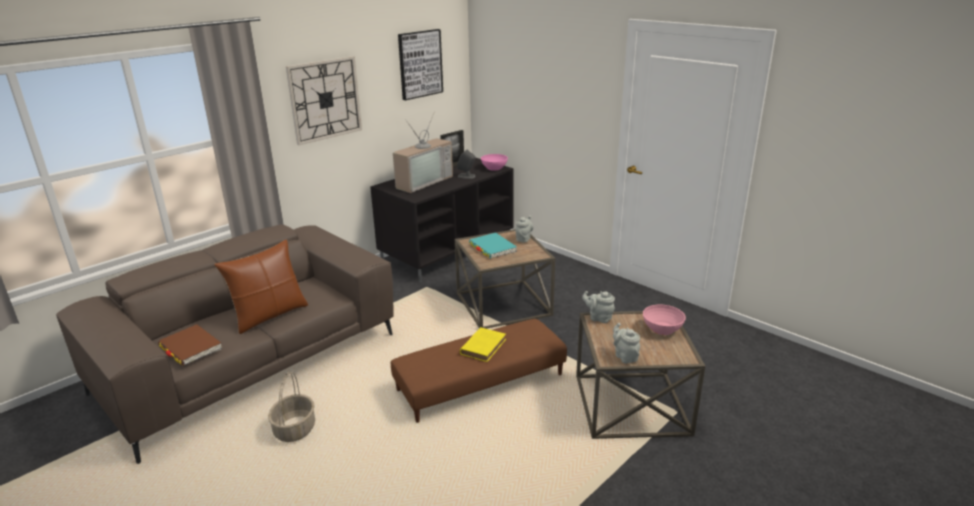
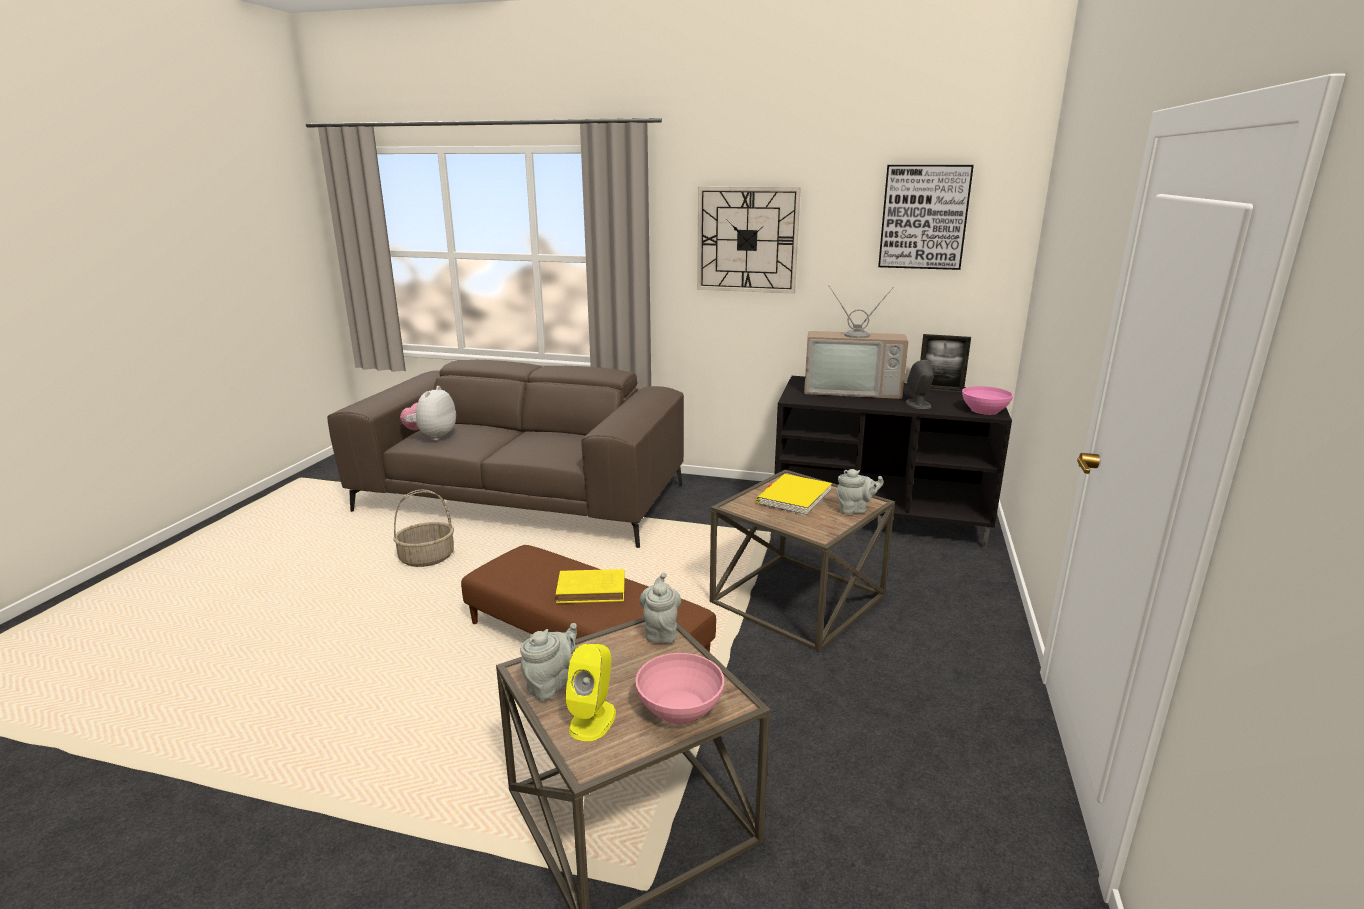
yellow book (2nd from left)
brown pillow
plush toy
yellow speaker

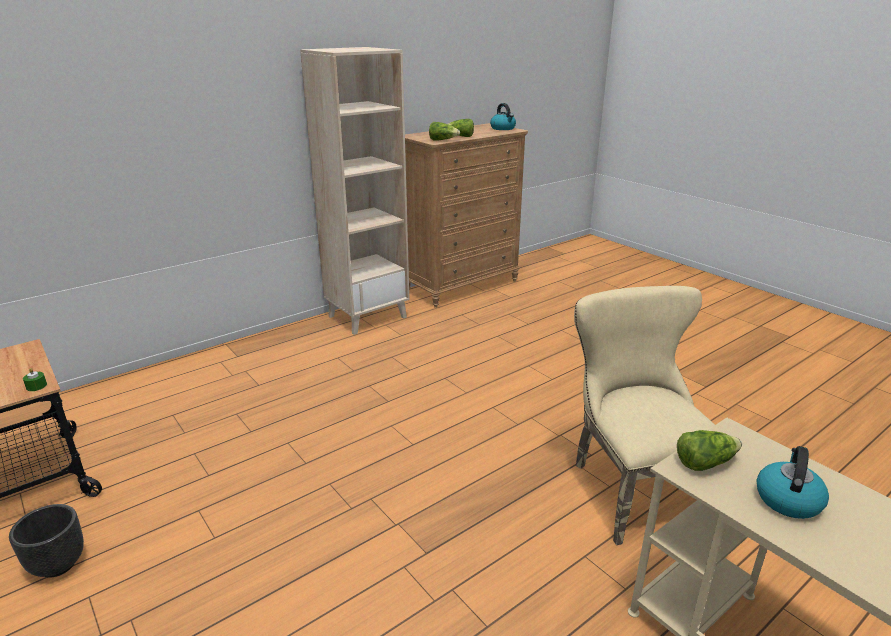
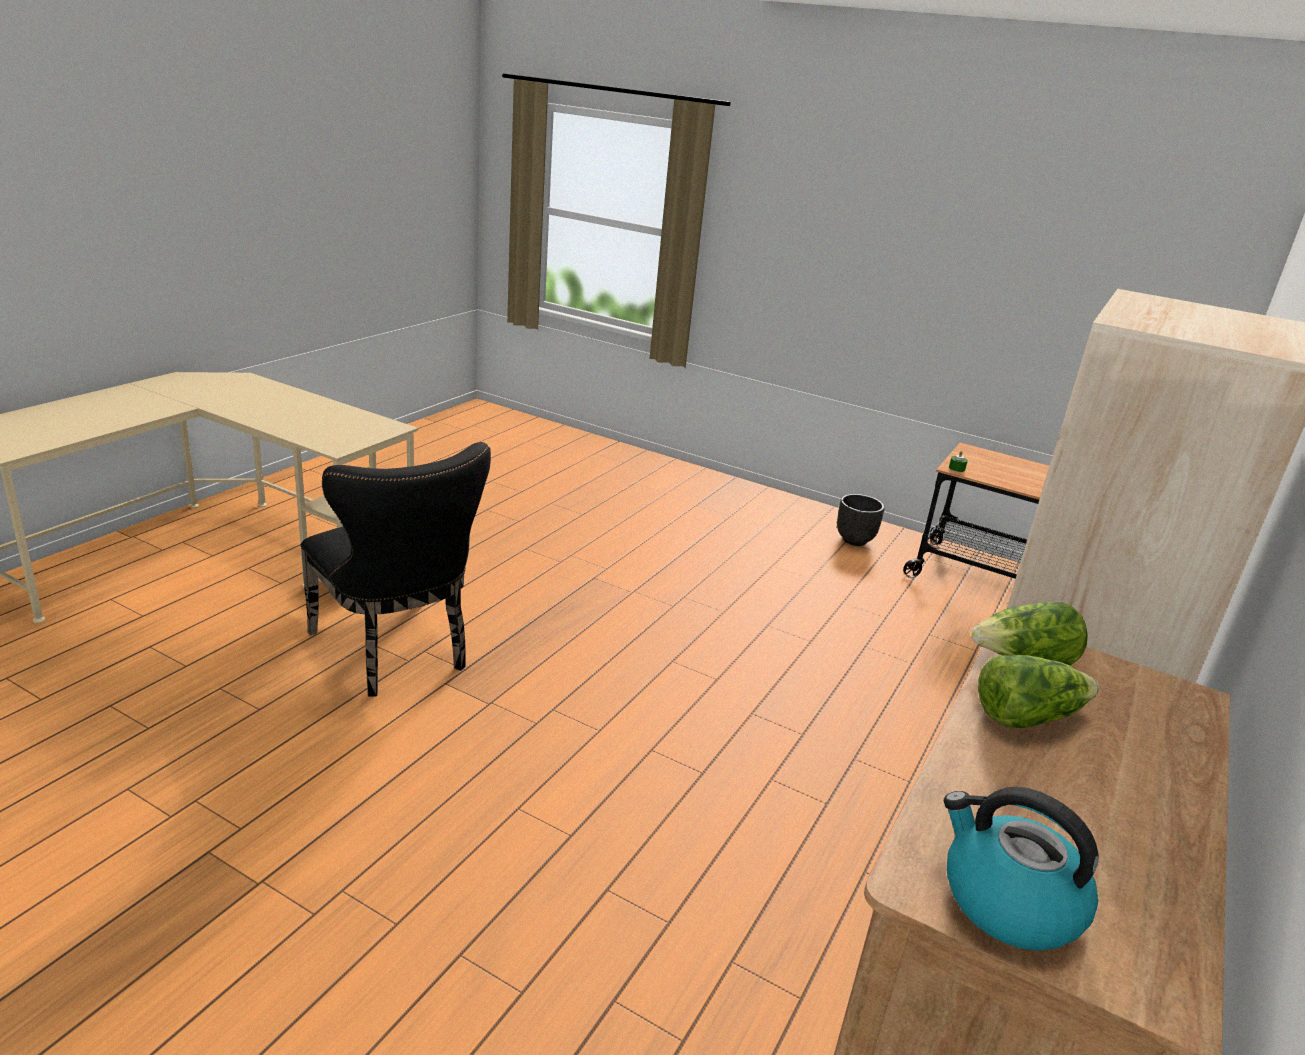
black chair
lettuce (3rd from left in the first image)
kettle (2nd from left in the first image)

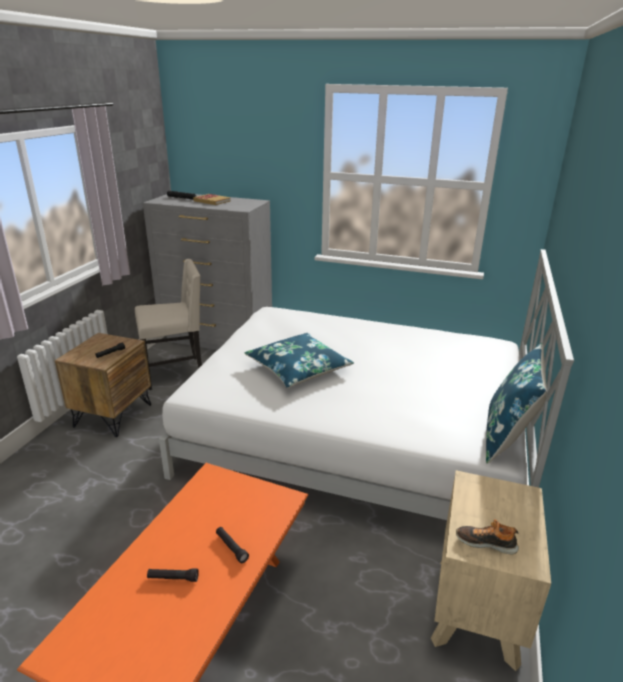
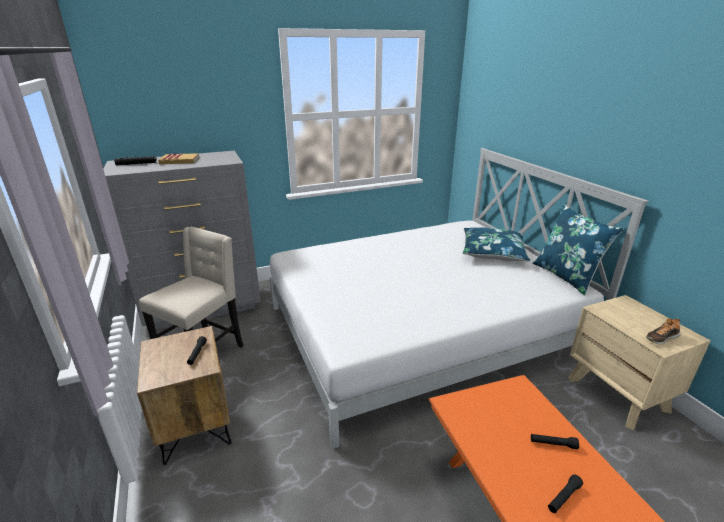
blue pillow (1st from left)

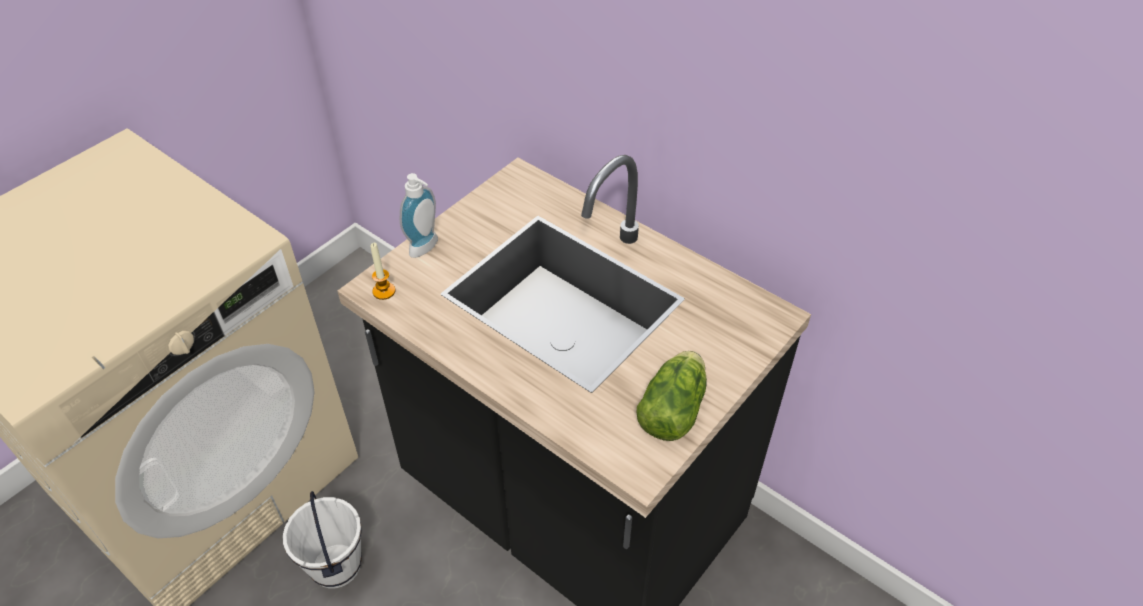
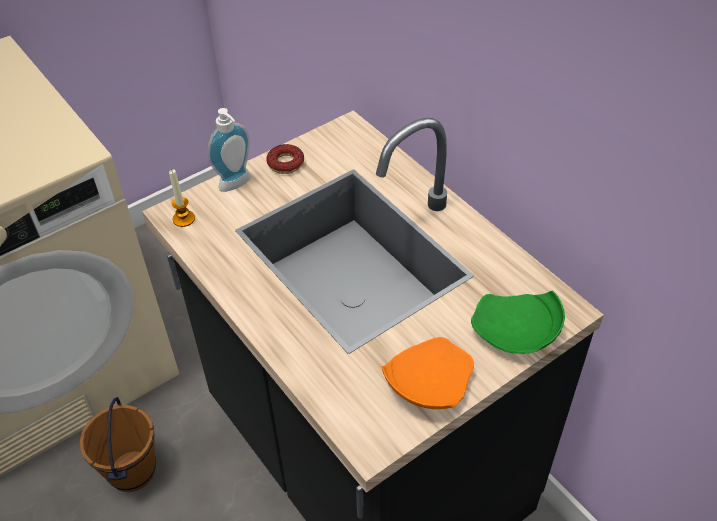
orange plate
brown bucket
donut
green plate

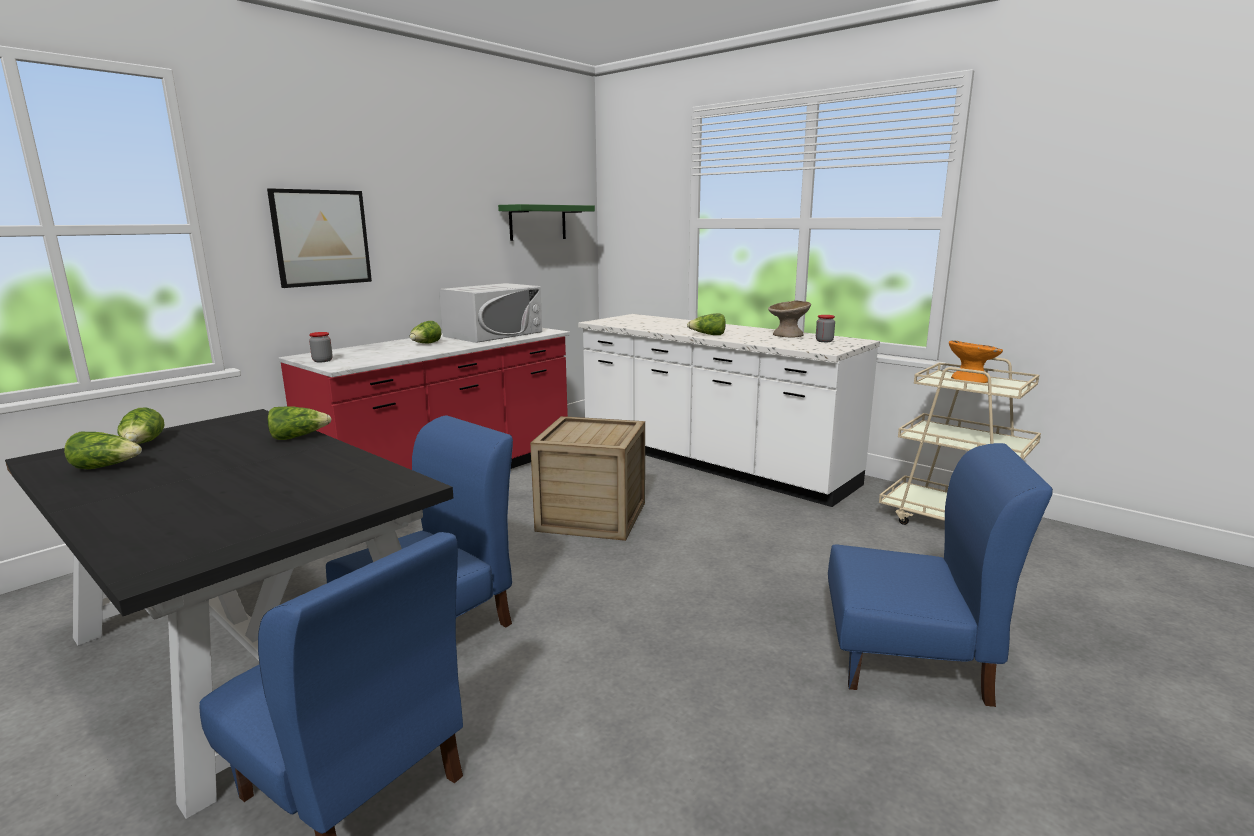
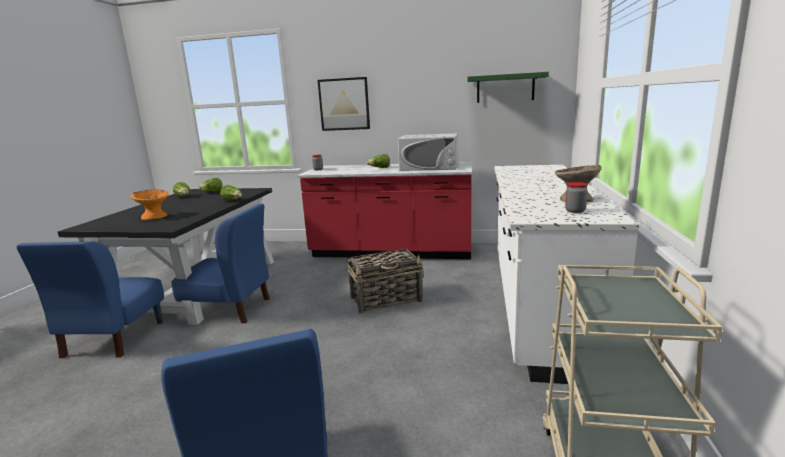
lettuce (5th from left in the first image)
orange bowl
basket

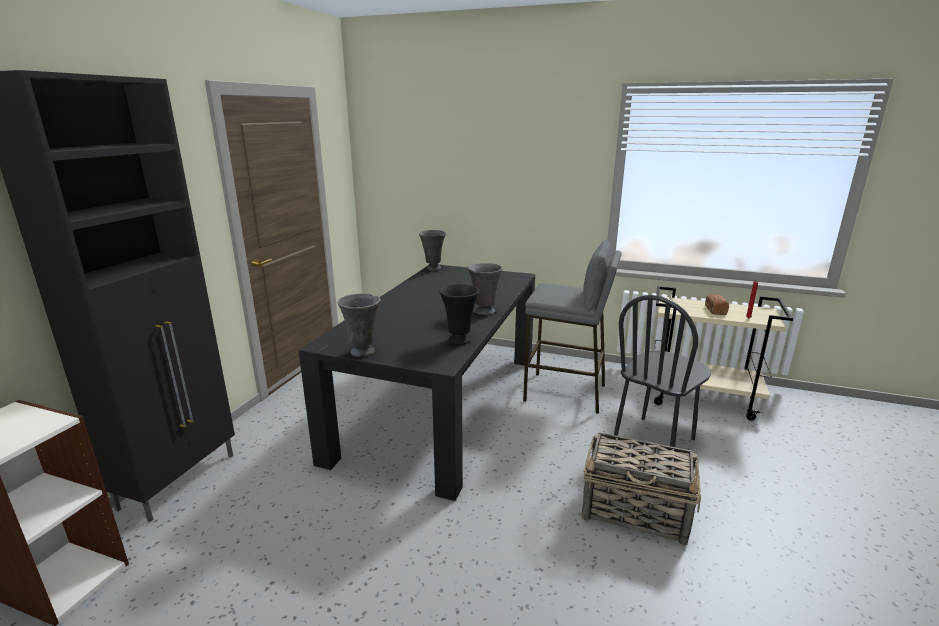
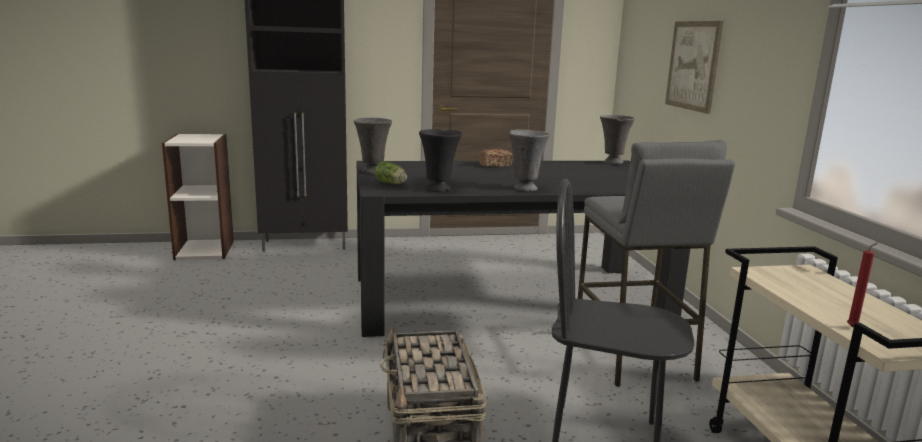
bread
picture
lettuce

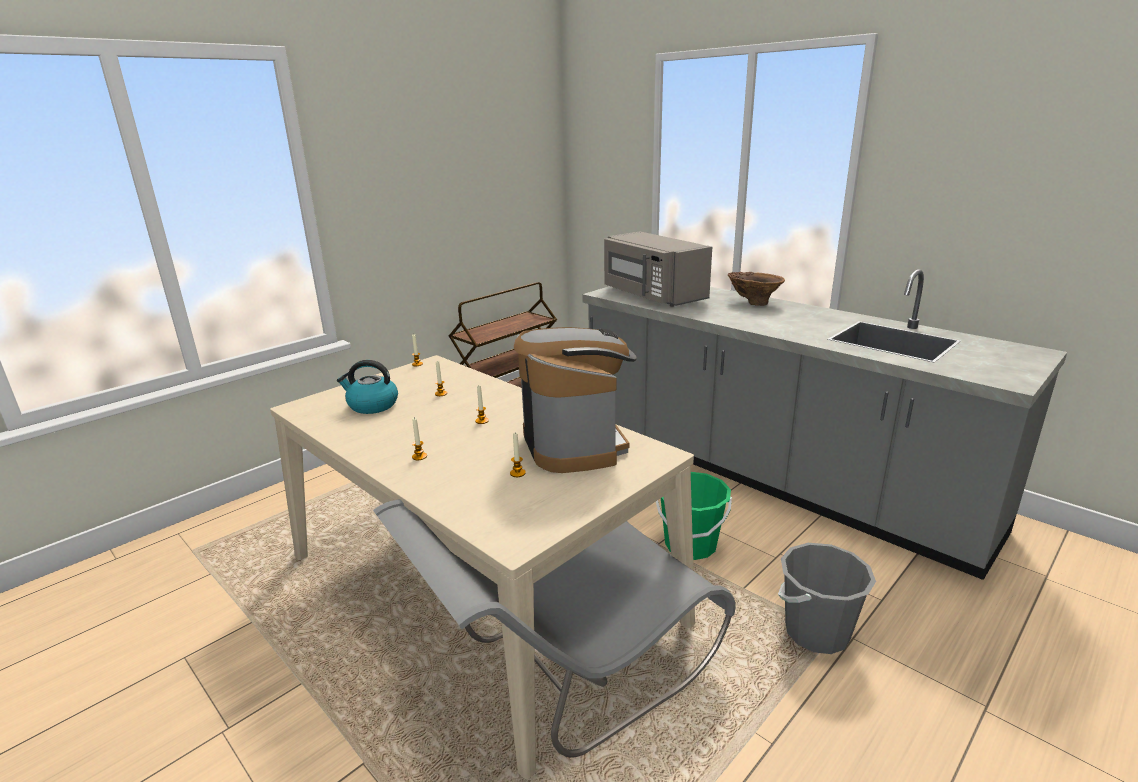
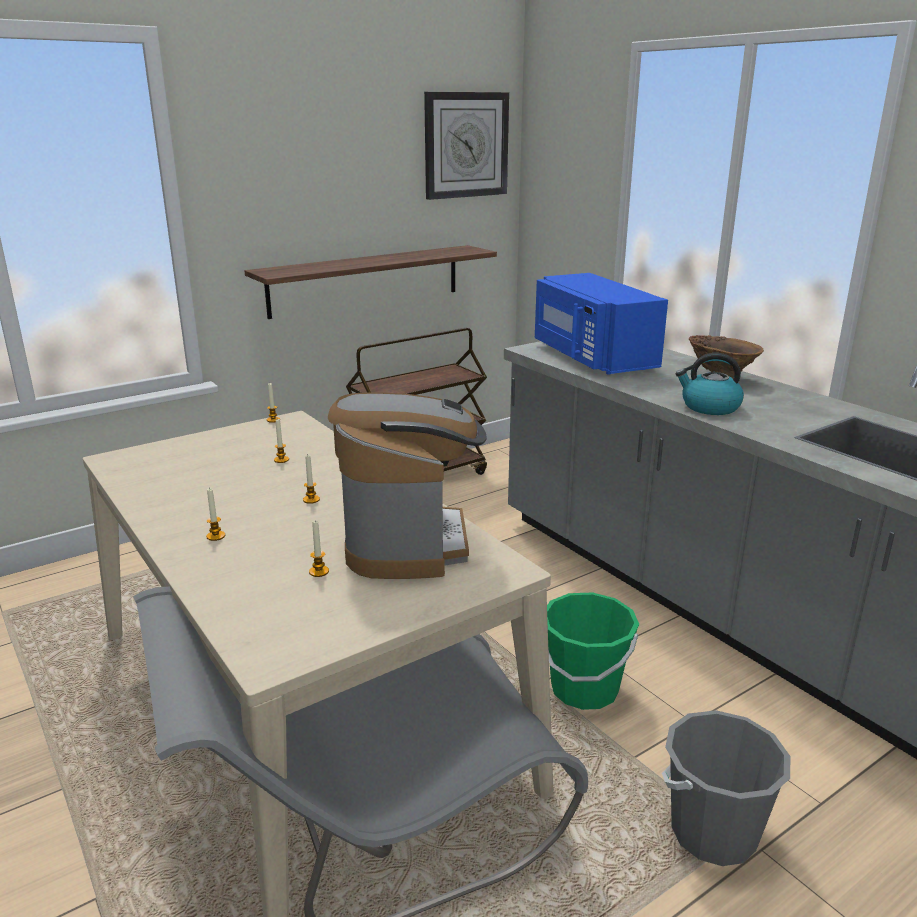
blue microwave
kettle
wall clock
shelf

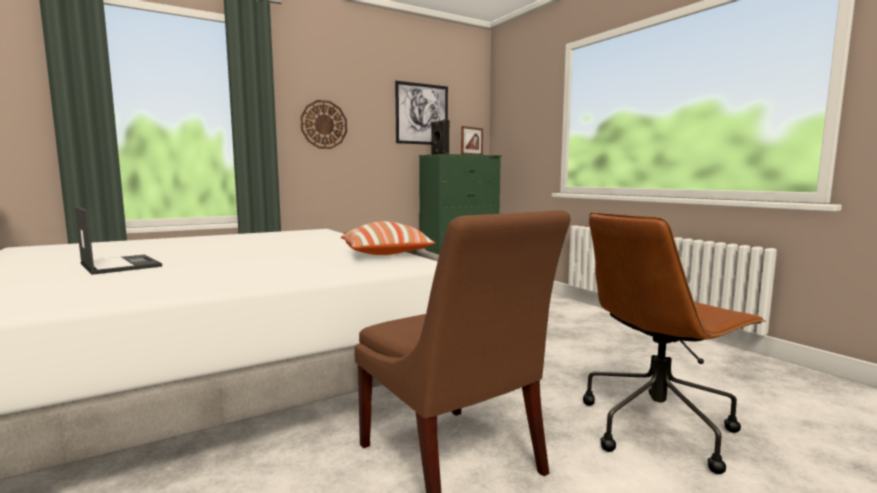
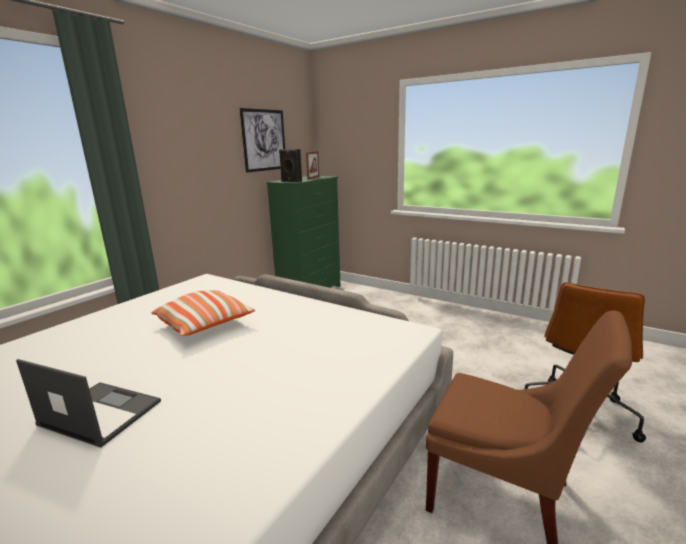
wall clock
pillow

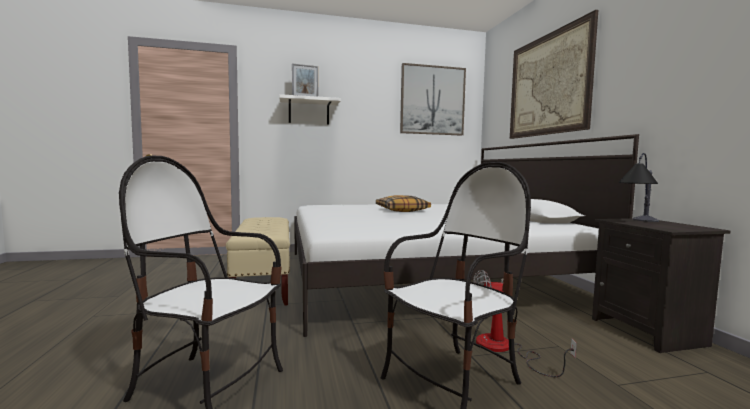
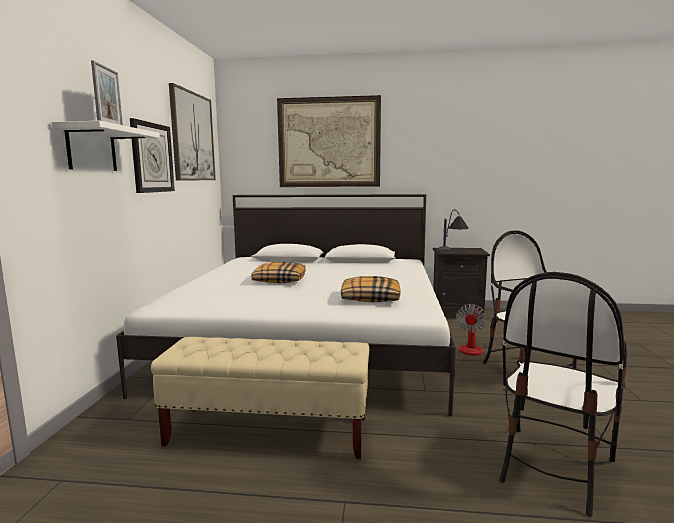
wall clock
pillow (2nd from left)

